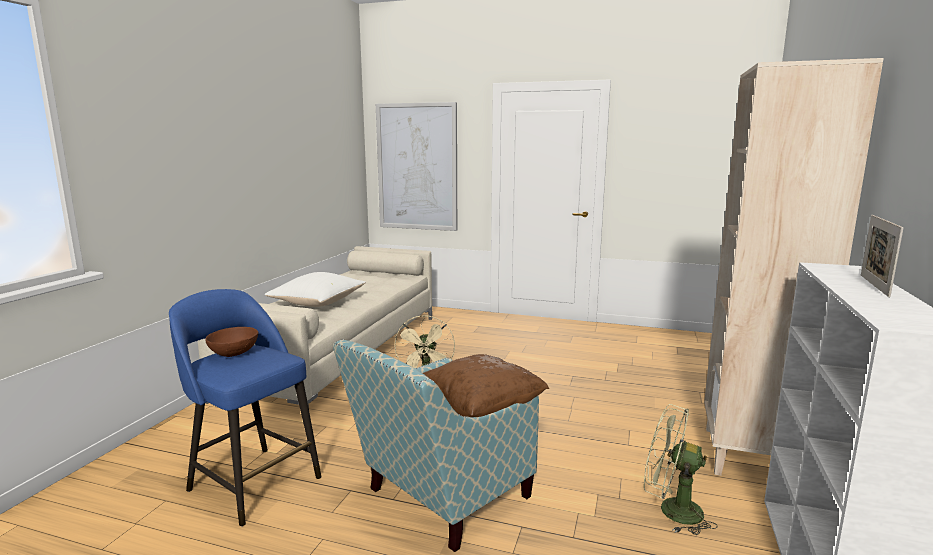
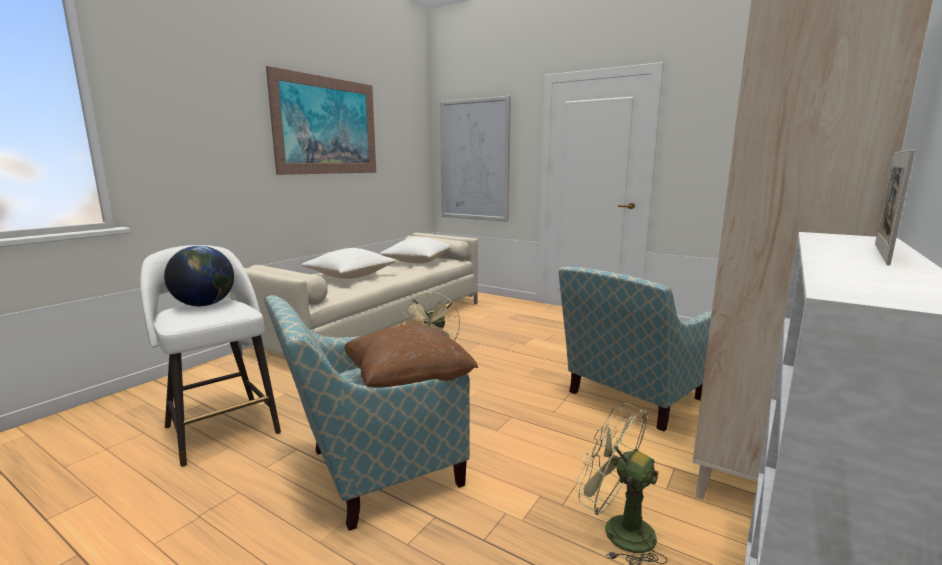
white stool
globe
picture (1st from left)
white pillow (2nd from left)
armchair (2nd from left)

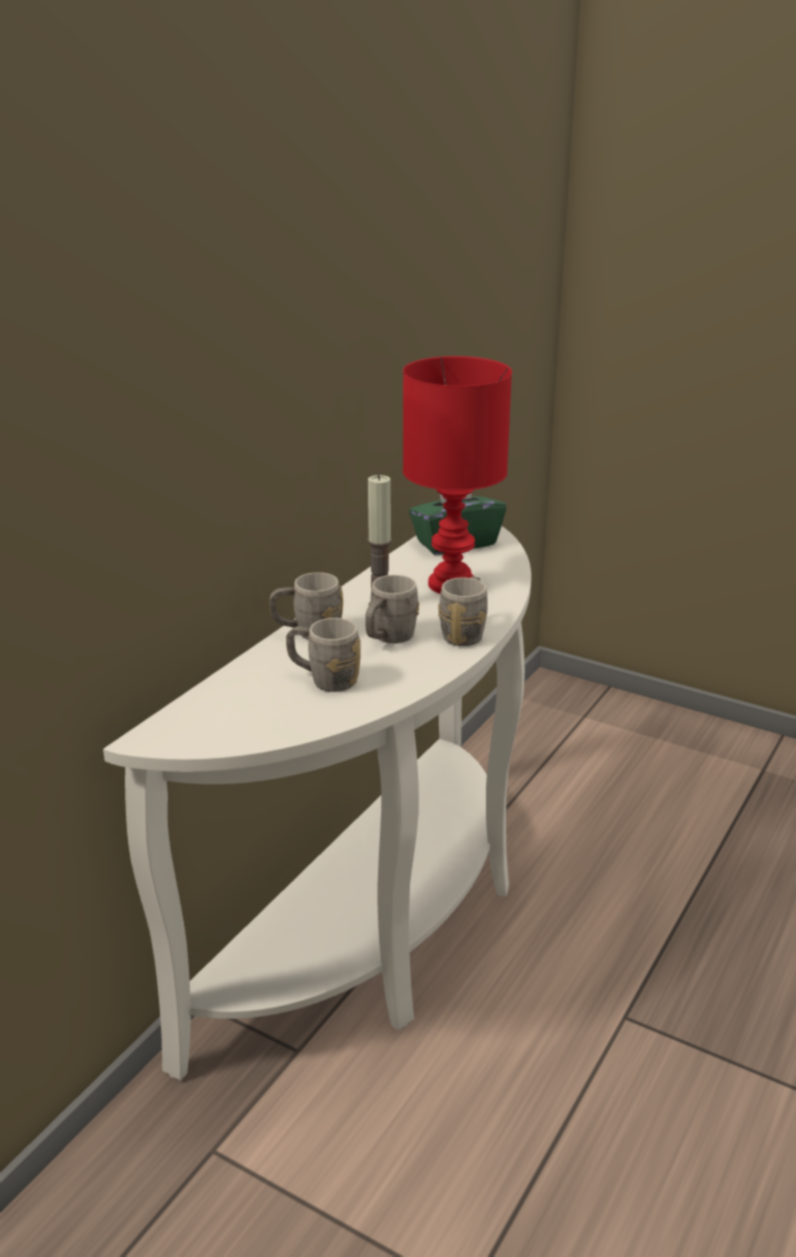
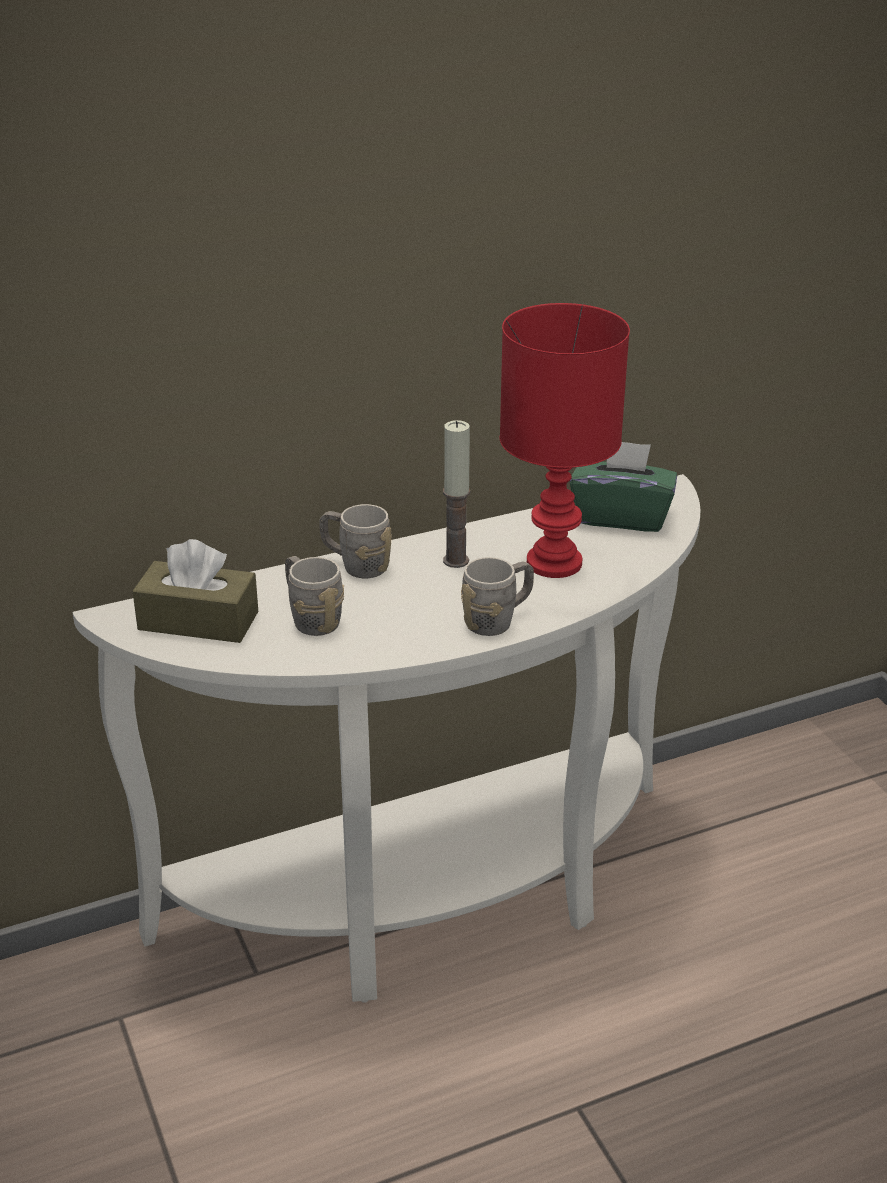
grey mug (3rd from left in the first image)
brown tissue box

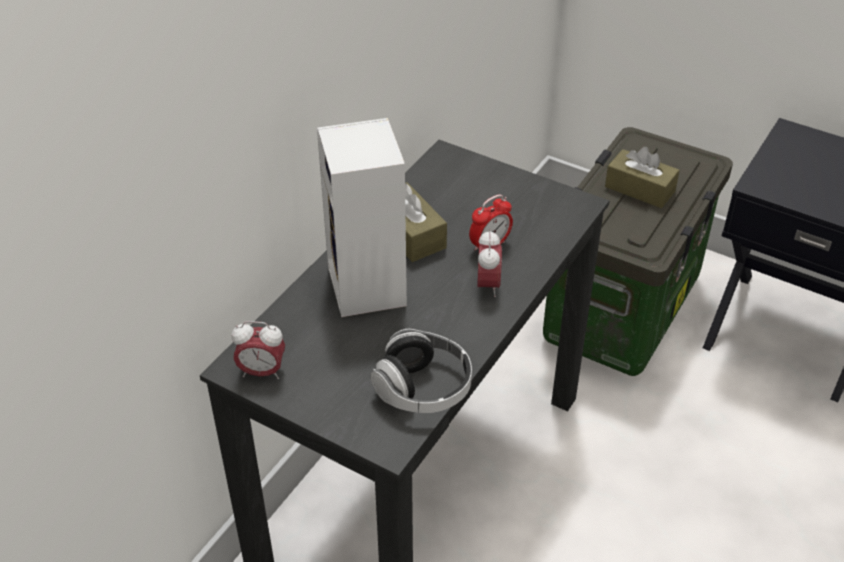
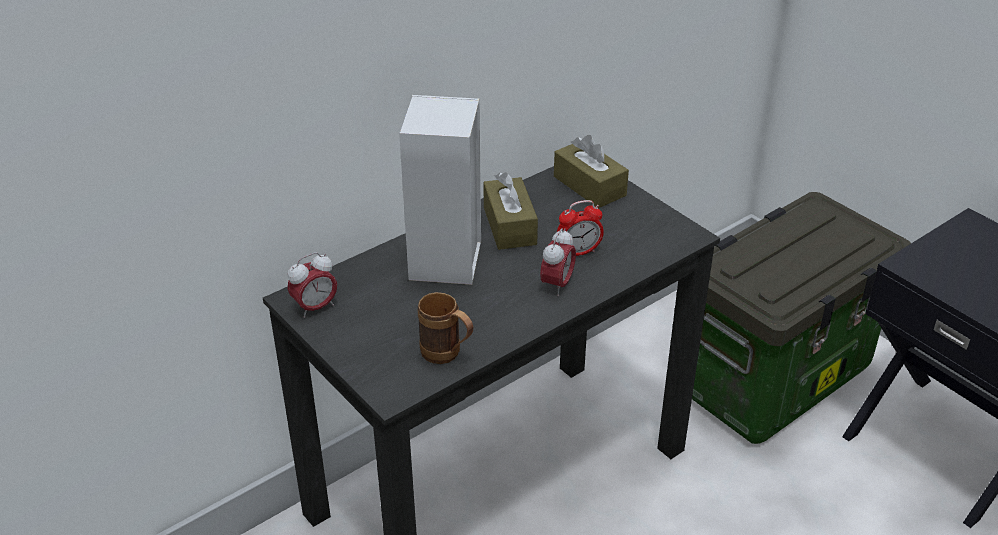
brown tissue box (2nd from left)
alarm clock (1st from left)
brown mug

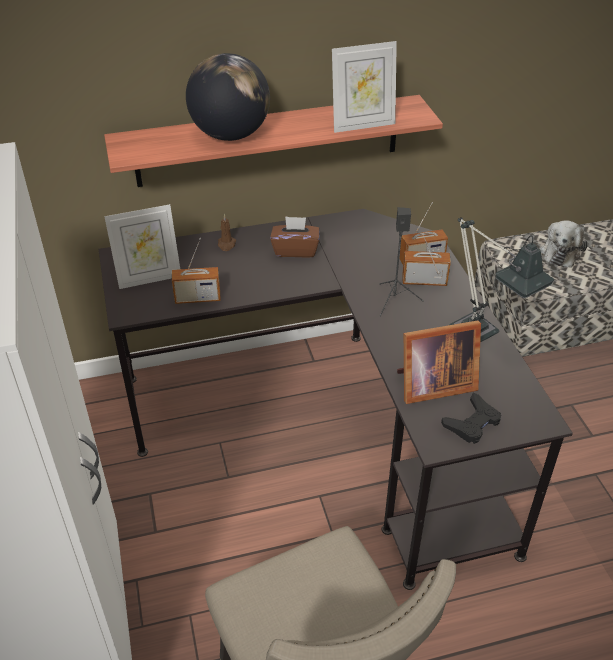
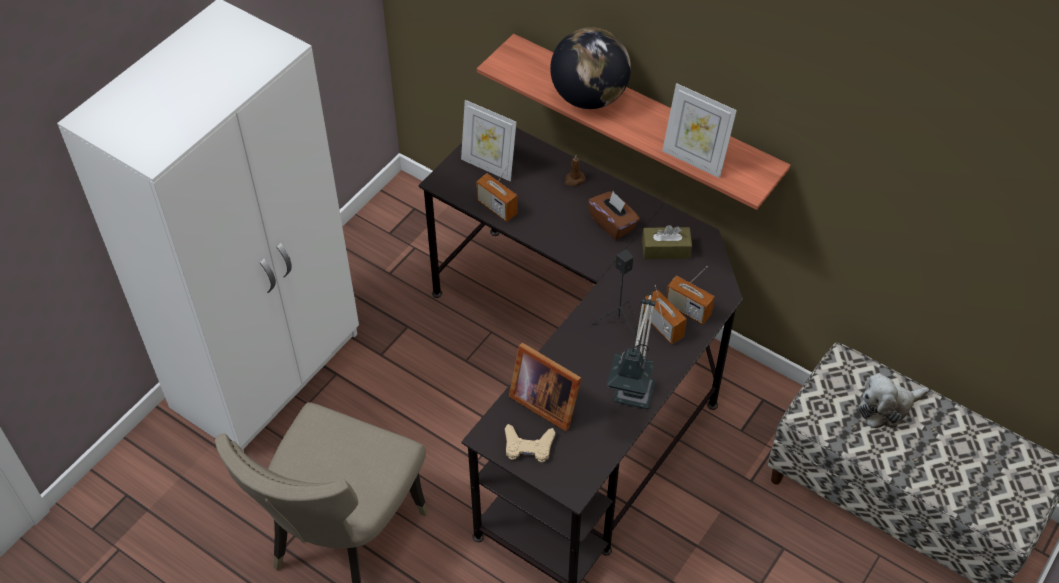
beige game controller
brown tissue box (2nd from left)

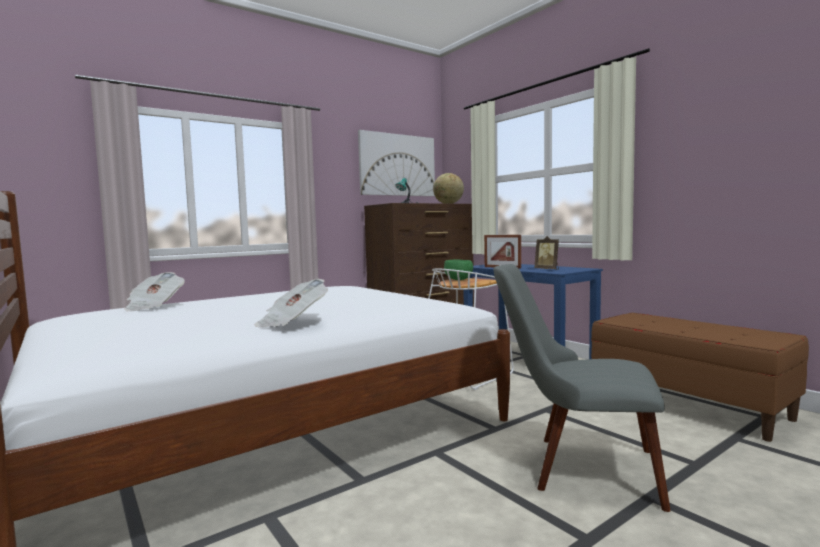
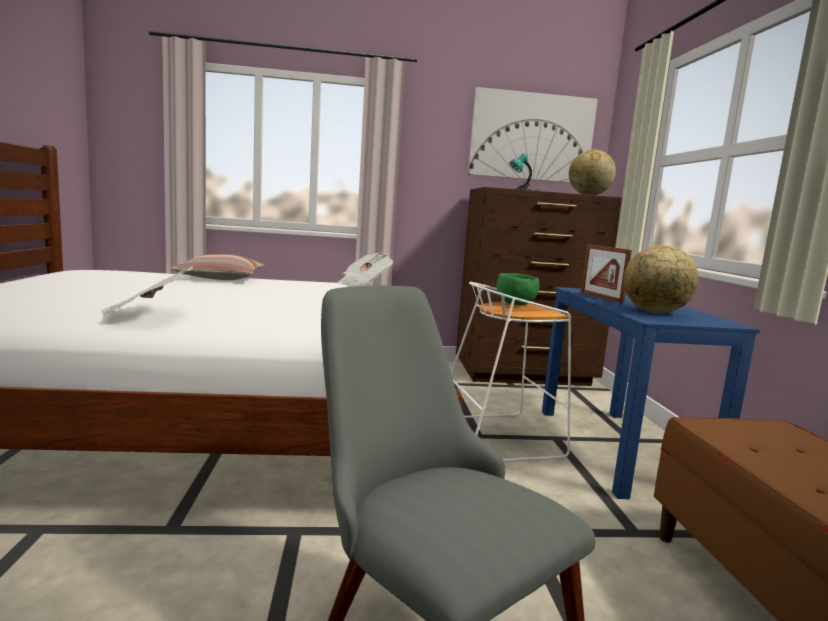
globe (2nd from left)
newspaper (2nd from left)
pillow

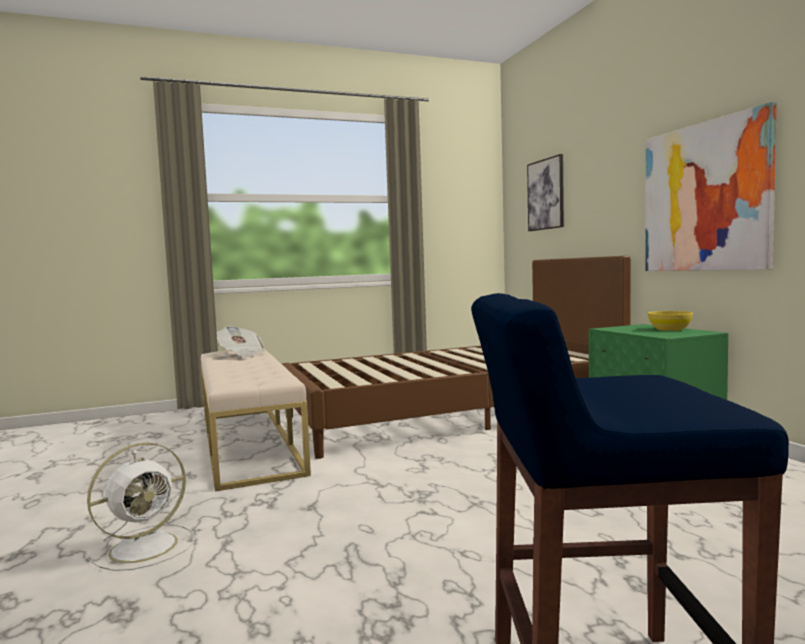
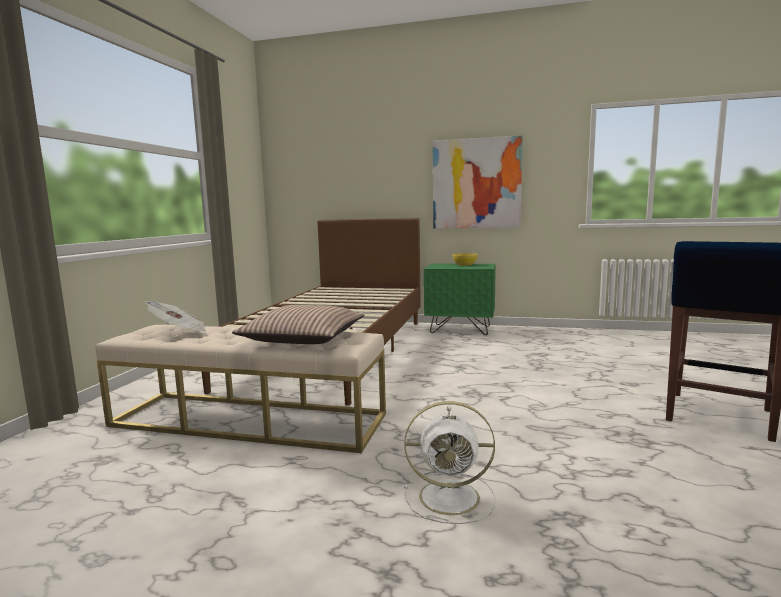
picture (1st from left in the first image)
white fan
pillow

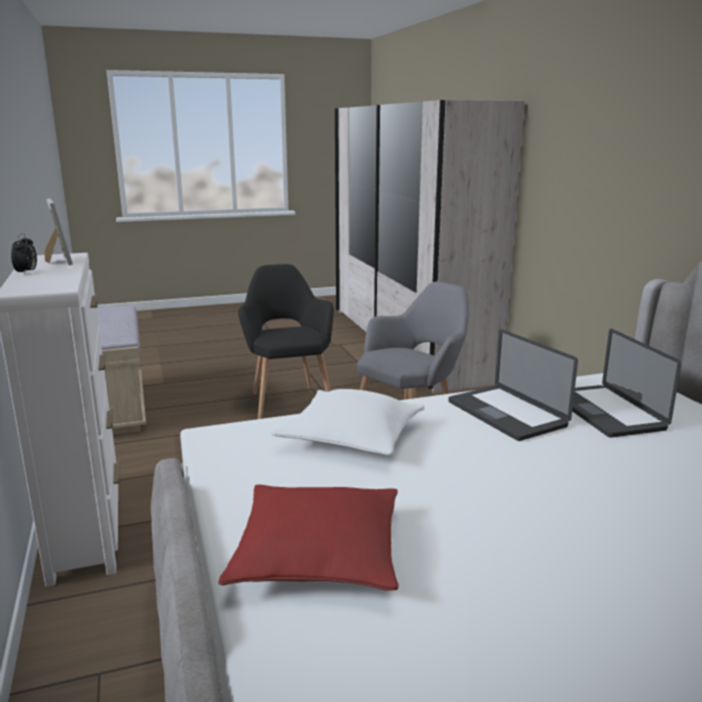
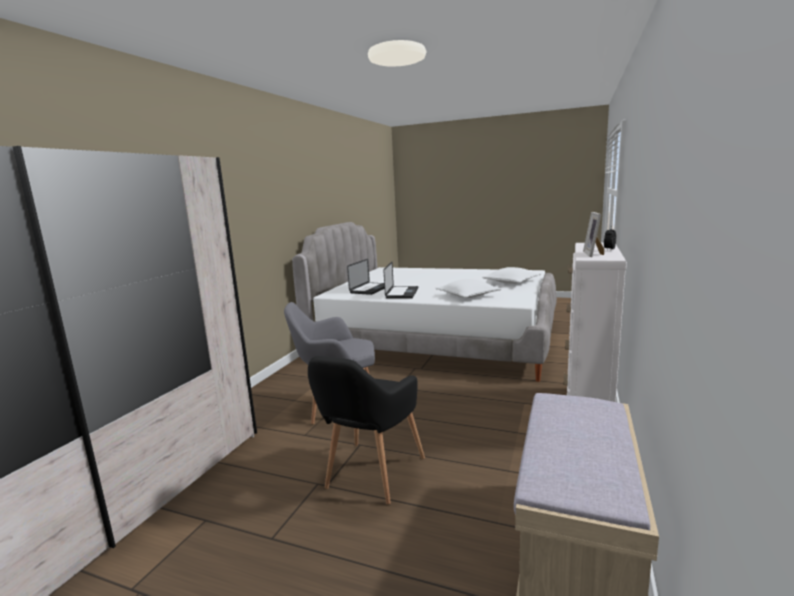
white pillow (2nd from left)

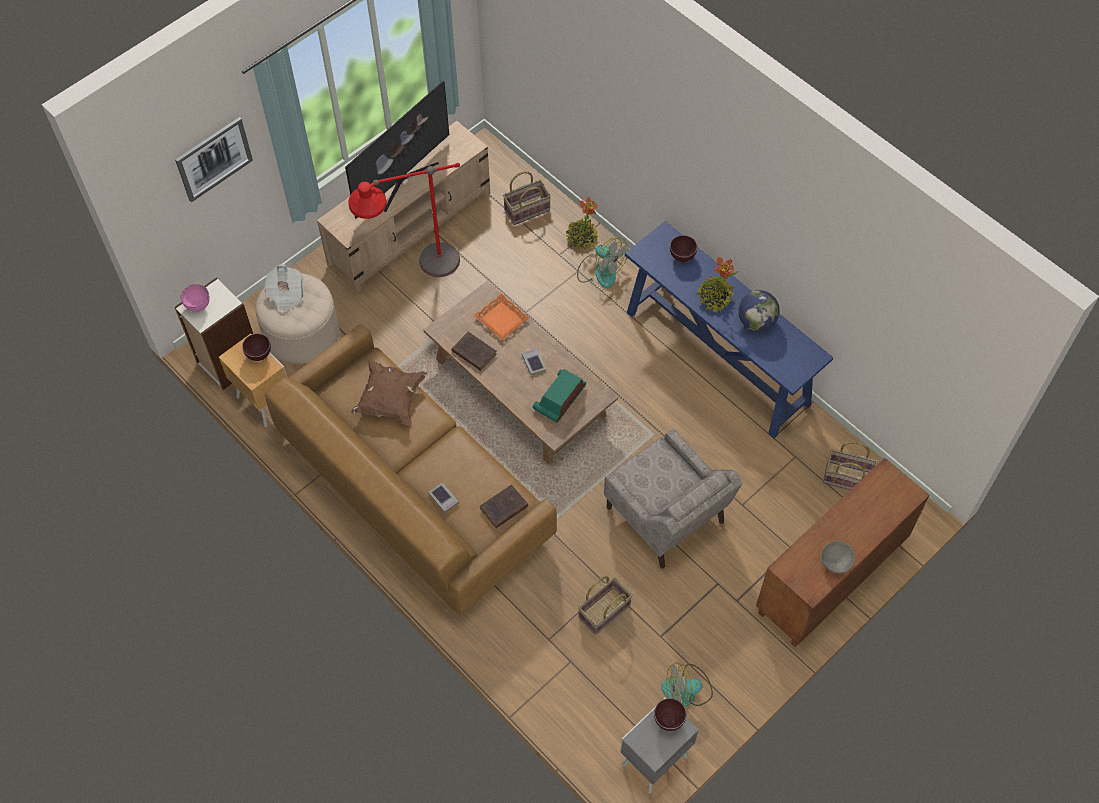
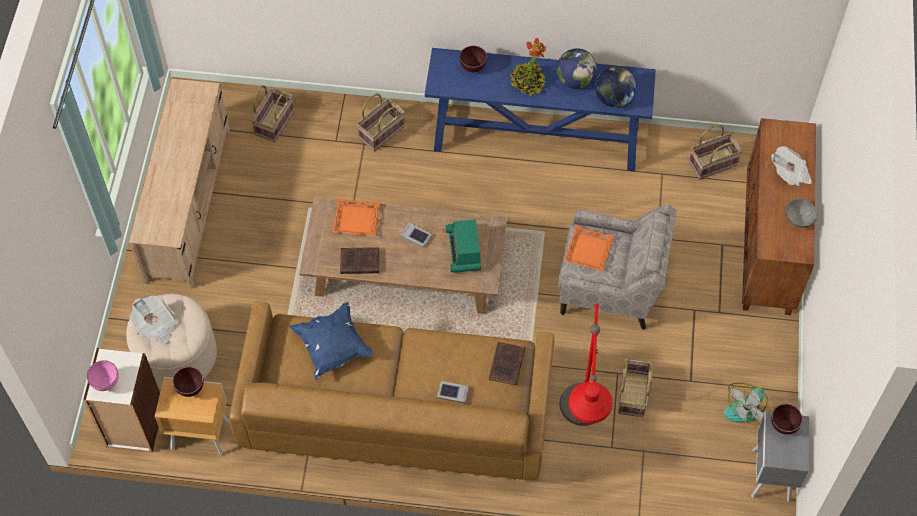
television
picture
red floor lamp
potted plant (1st from left in the first image)
basket (2nd from left)
blue pillow
globe (2nd from left)
newspaper (2nd from left)
orange tray (2nd from left)

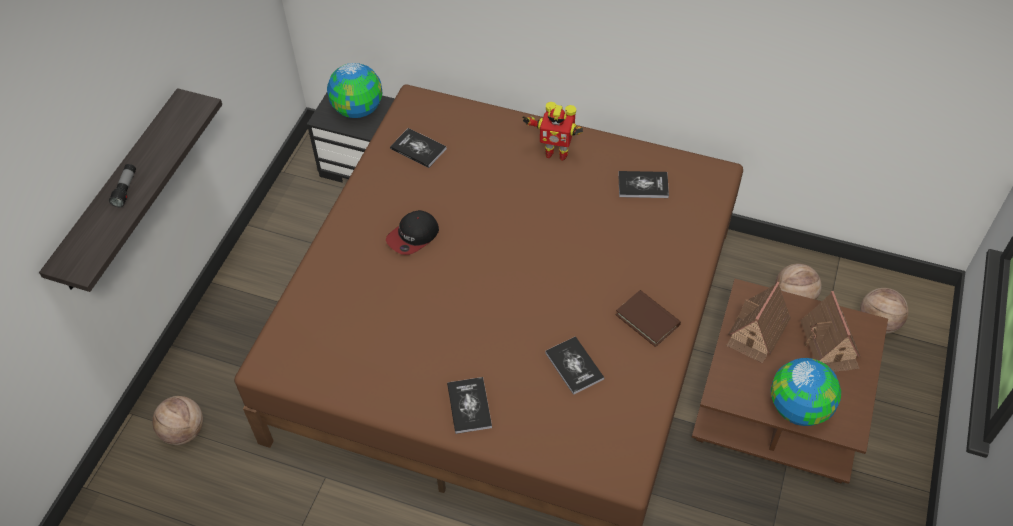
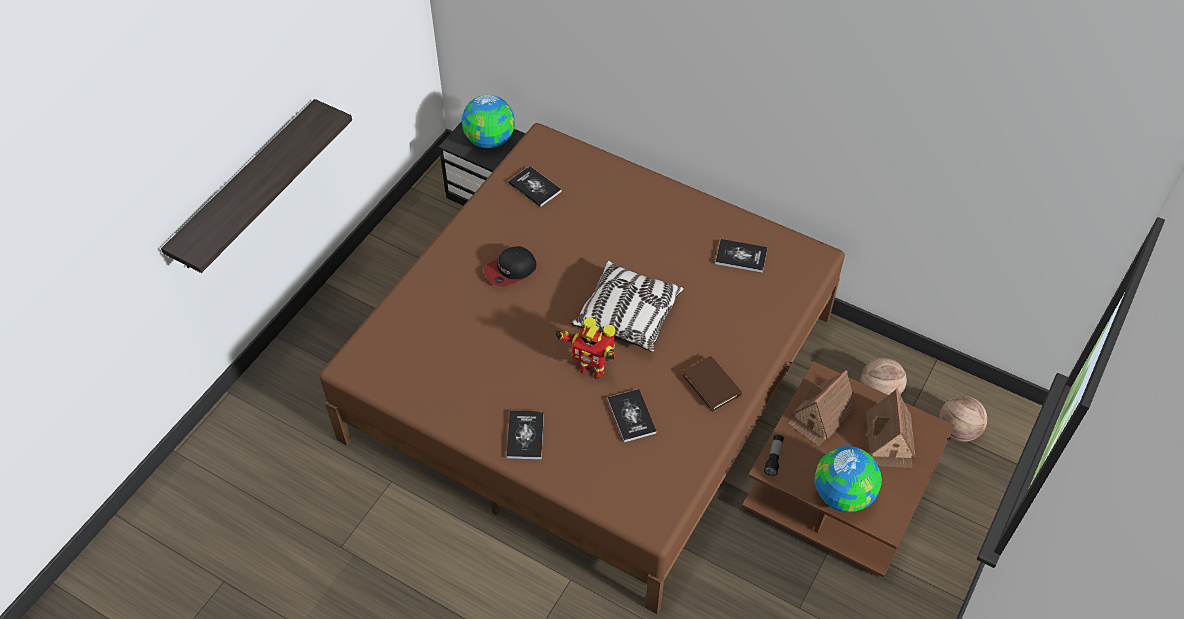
toy robot
flashlight
basketball (1st from left in the first image)
pillow

